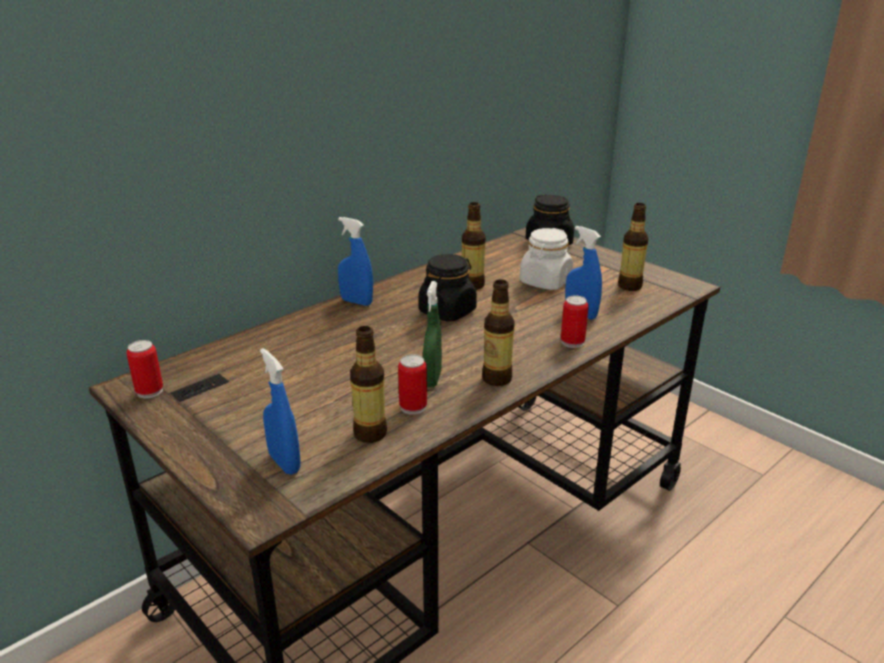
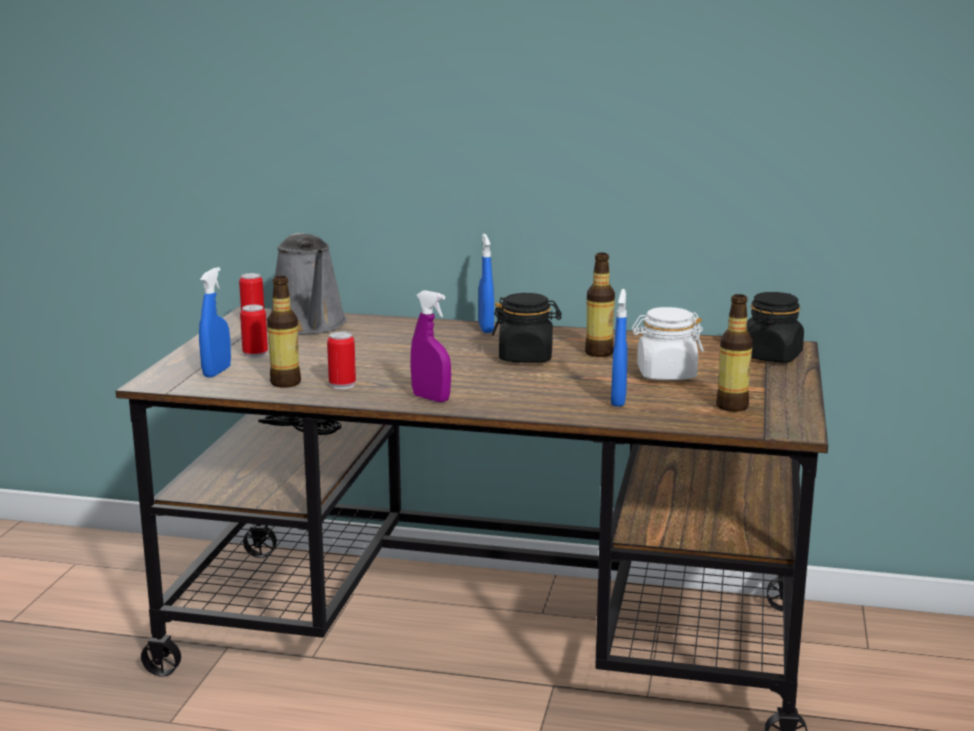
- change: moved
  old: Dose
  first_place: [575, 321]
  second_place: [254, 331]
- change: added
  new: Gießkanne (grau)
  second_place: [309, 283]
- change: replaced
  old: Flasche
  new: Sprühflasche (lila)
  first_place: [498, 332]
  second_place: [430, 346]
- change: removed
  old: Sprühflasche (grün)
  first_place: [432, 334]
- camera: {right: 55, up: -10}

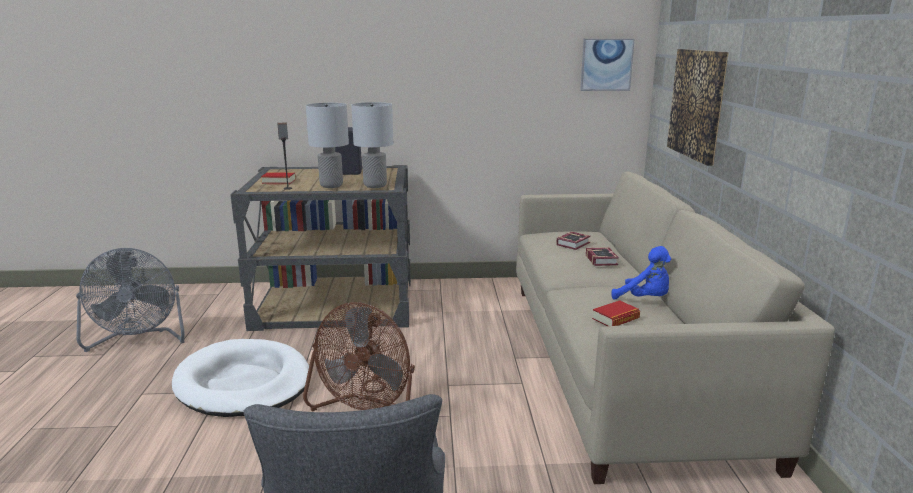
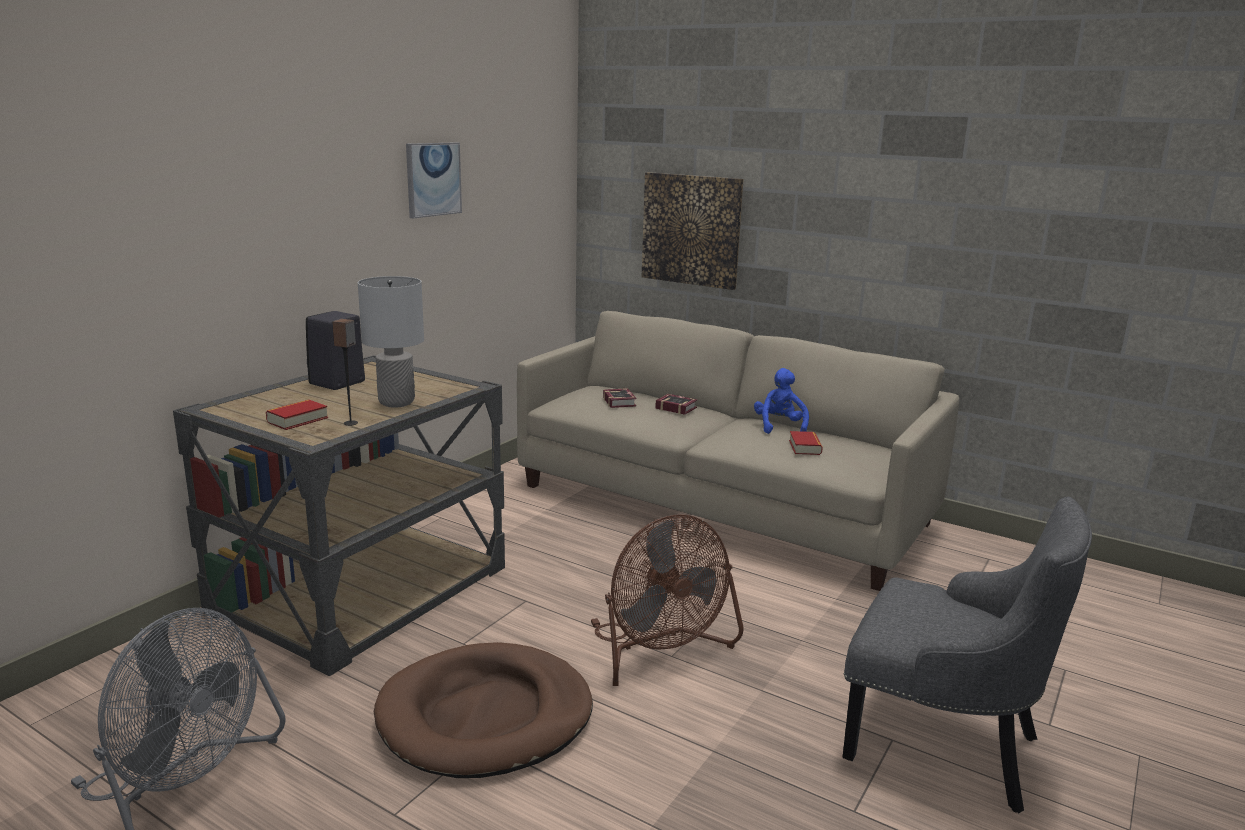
- change: recoloured
  old: Hundebett (weiß)
  new: Hundebett (braun)
  first_place: [240, 378]
  second_place: [483, 710]
- change: moved
  old: Bild
  first_place: [607, 65]
  second_place: [434, 180]
- change: turned
  old: Plüschtier (blau)
  first_place: [641, 272]
  second_place: [781, 401]
  degrees: -75
- change: removed
  old: Tischlampe (grau)
  first_place: [372, 145]
- camera: {right: -55, up: 0}

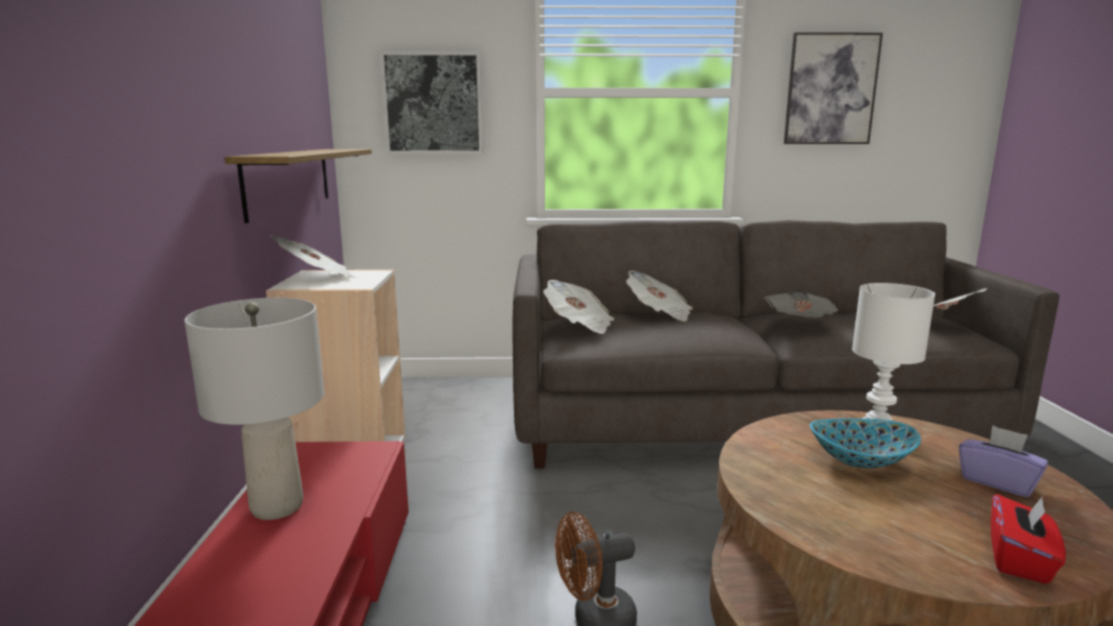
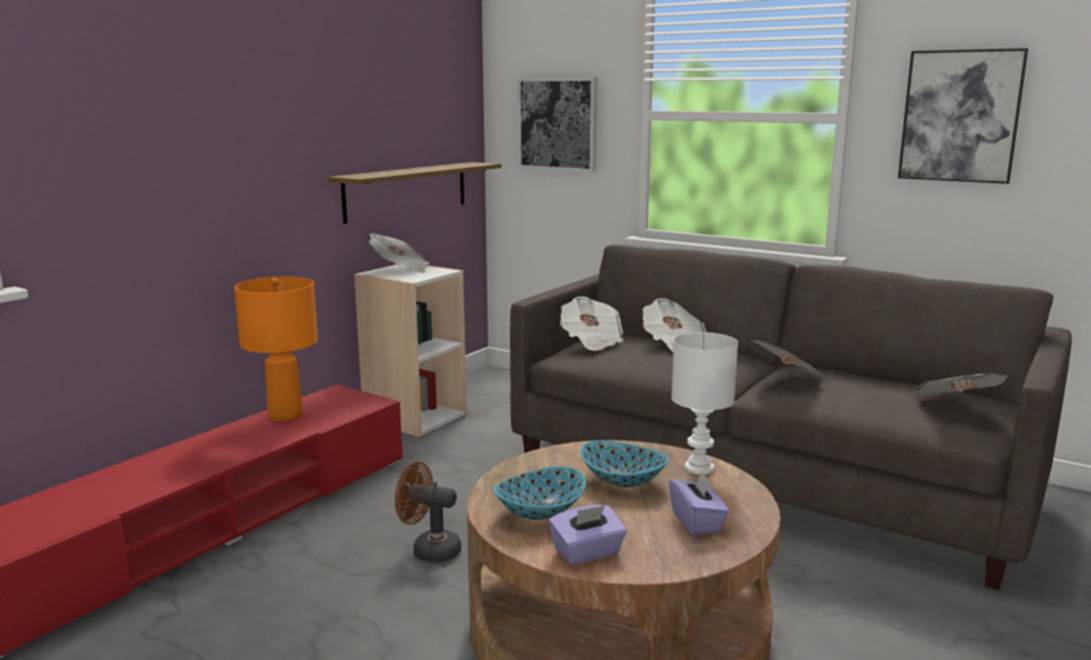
- change: recoloured
  old: Tischlampe (grau)
  new: Tischlampe (orange)
  first_place: [254, 409]
  second_place: [276, 348]
- change: added
  new: Schüssel
  second_place: [539, 493]
- change: recoloured
  old: Taschentuchbox (rot)
  new: Taschentuchbox (lila)
  first_place: [1028, 539]
  second_place: [588, 534]
- camera: {right: 35, up: 0}

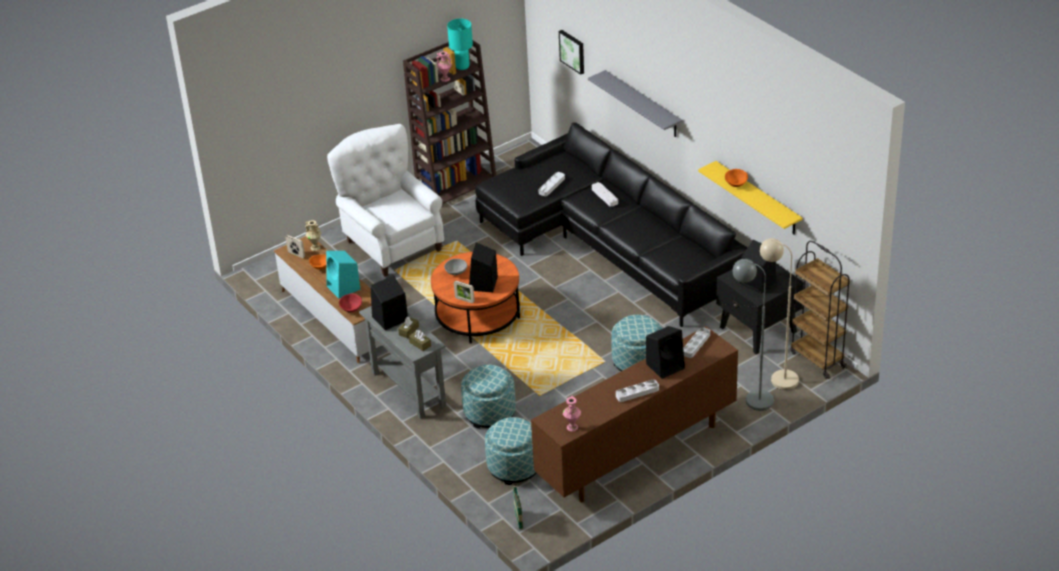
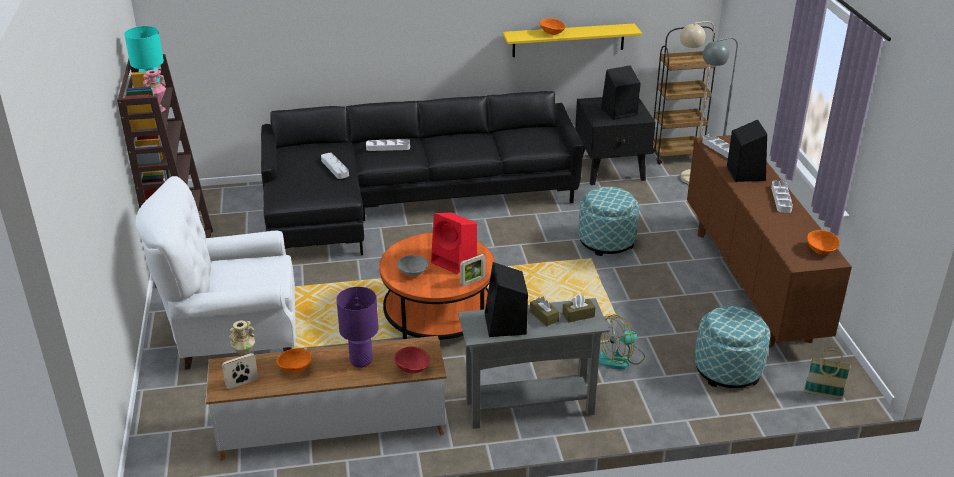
- change: replaced
  old: Lautsprecher (türkis)
  new: Tischlampe (lila)
  first_place: [343, 275]
  second_place: [357, 327]
- change: recoloured
  old: Lautsprecher (schwarz)
  new: Lautsprecher (rot)
  first_place: [483, 267]
  second_place: [454, 243]
- change: replaced
  old: Polsterhocker
  new: Ventilator
  first_place: [488, 397]
  second_place: [622, 341]
- change: replaced
  old: Vase (rosa)
  new: Schüssel (orange)
  first_place: [572, 414]
  second_place: [823, 242]
- change: removed
  old: Bild
  first_place: [571, 52]
- change: removed
  old: Wandregal (grau)
  first_place: [635, 103]
- camera: {right: -65, up: -5}

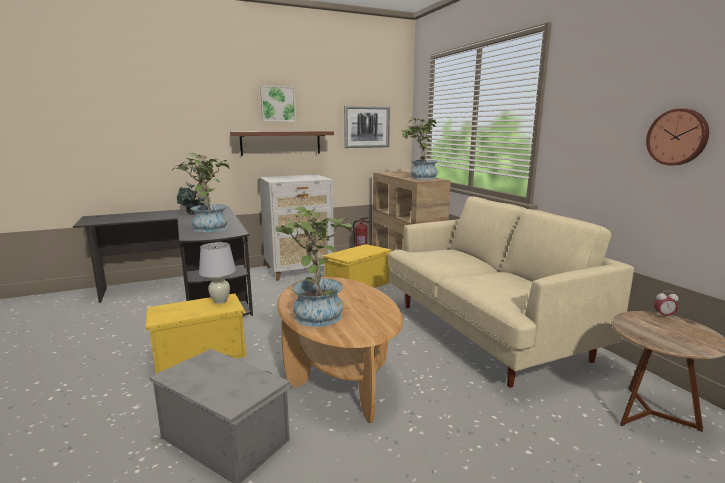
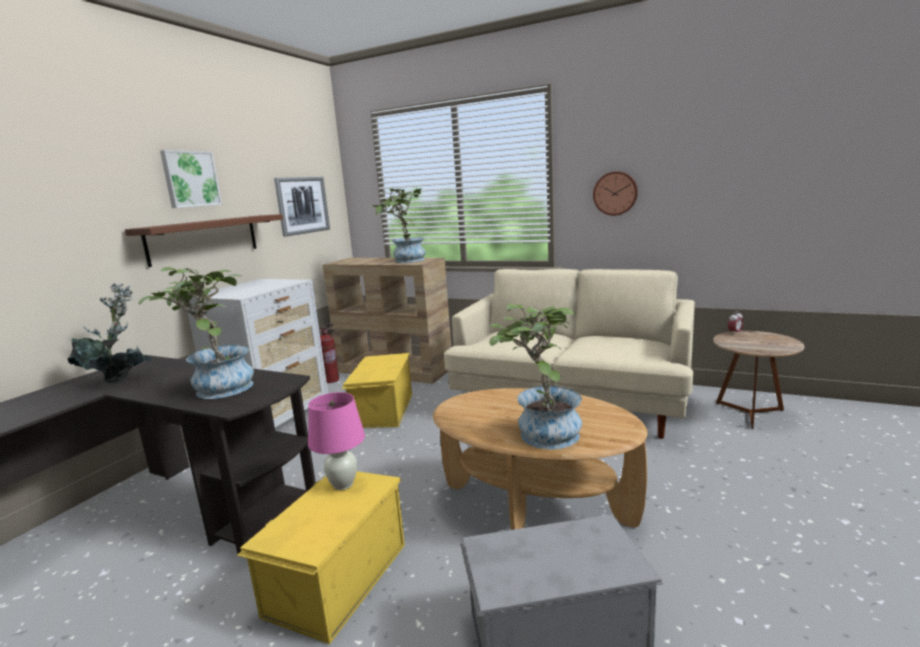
- change: recoloured
  old: Tischlampe (weiß)
  new: Tischlampe (rosa)
  first_place: [217, 273]
  second_place: [336, 441]
- change: moved
  old: Wanduhr
  first_place: [677, 136]
  second_place: [615, 193]
- camera: {right: -40, up: 0}

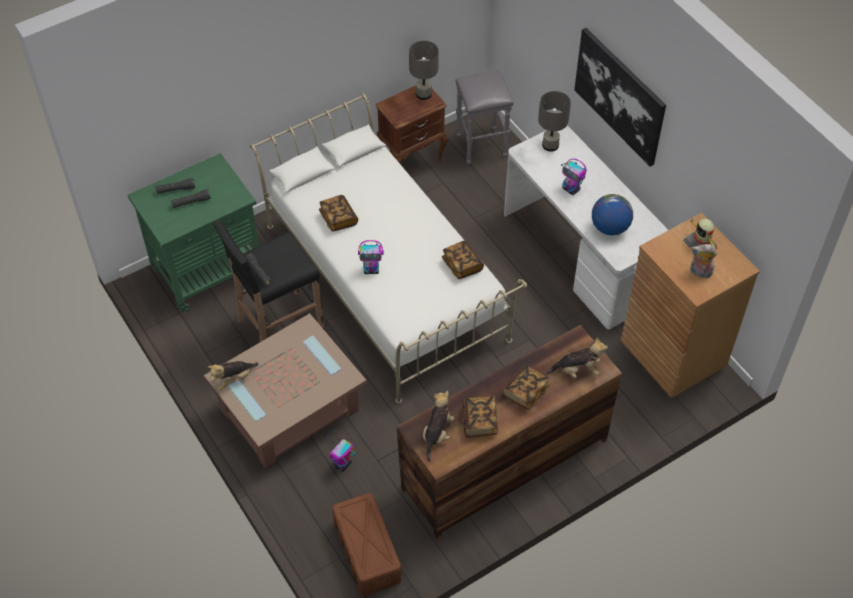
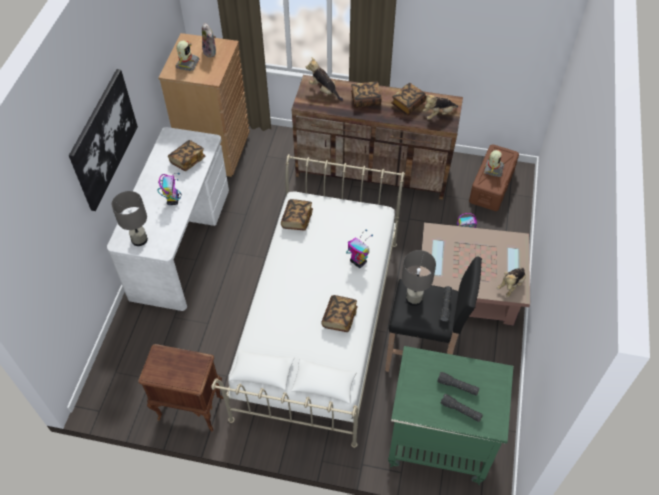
- change: replaced
  old: Globus
  new: Buch
  first_place: [612, 215]
  second_place: [187, 155]
- change: moved
  old: Tischlampe (grau)
  first_place: [424, 70]
  second_place: [419, 278]
- change: added
  new: Spielzeugroboter
  second_place: [494, 163]
- change: turned
  old: Plüschtier
  first_place: [233, 376]
  second_place: [511, 282]
  degrees: 120
- change: removed
  old: Hocker (grau)
  first_place: [484, 117]
- camera: {right: -135, up: 0}

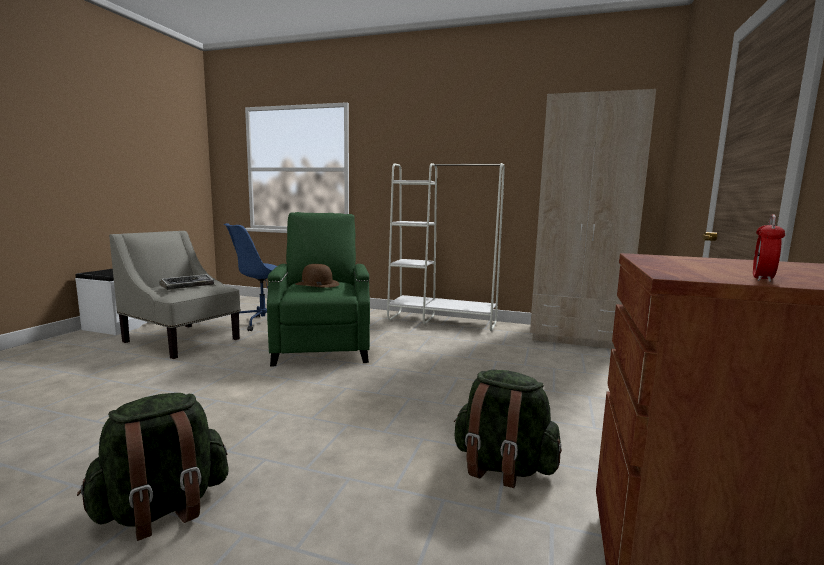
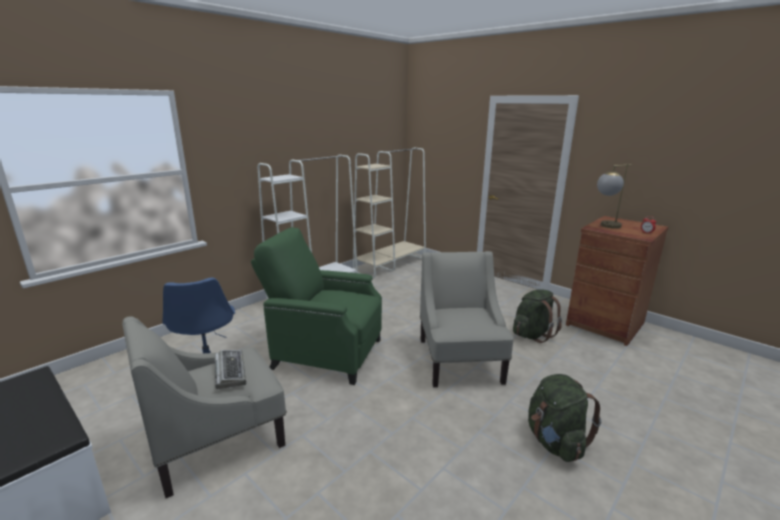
- change: replaced
  old: Kleiderschrank (beige)
  new: Kleiderständer (beige)
  first_place: [593, 219]
  second_place: [389, 212]
- change: added
  new: Sessel (grau)
  second_place: [466, 319]
- change: added
  new: Tischlampe
  second_place: [614, 196]
- change: removed
  old: Hut (braun)
  first_place: [317, 276]
- camera: {right: -65, up: 10}

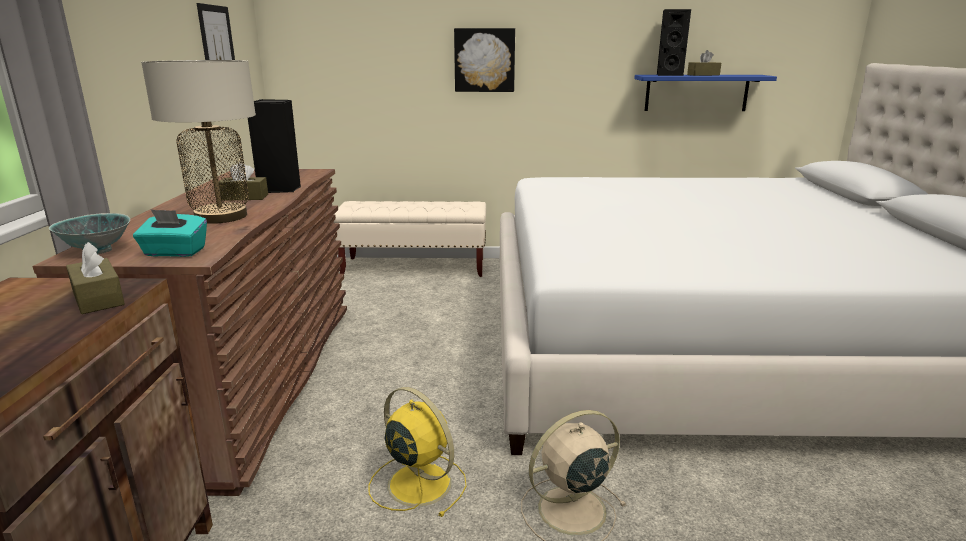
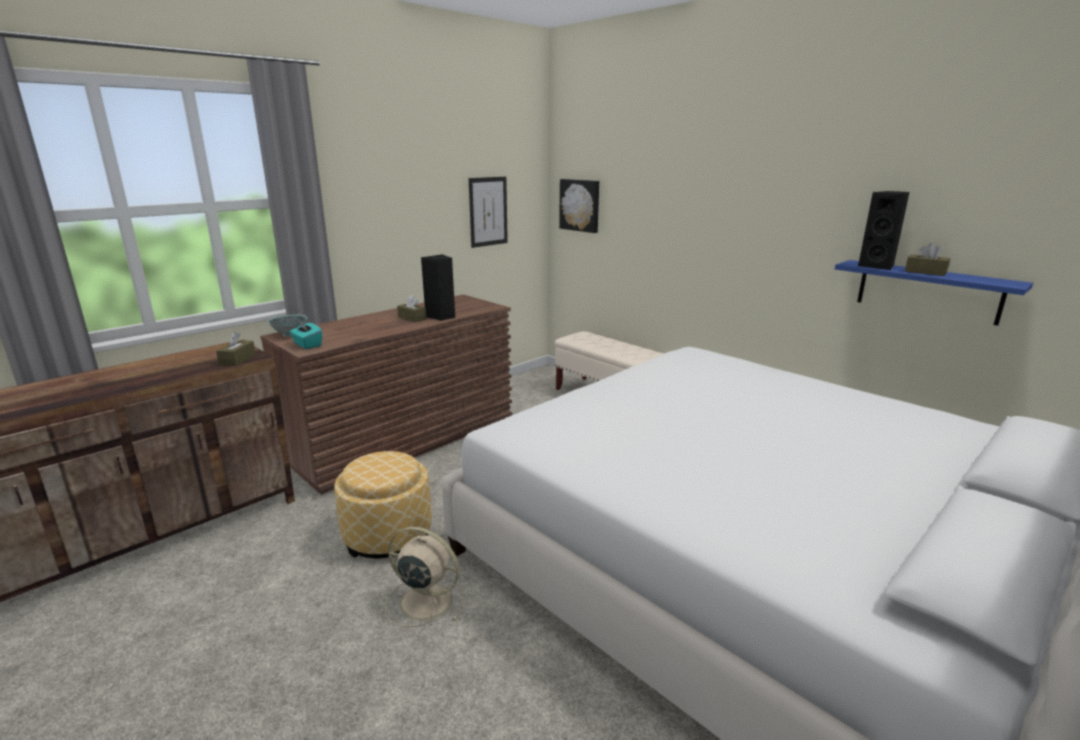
- change: replaced
  old: Ventilator (gelb)
  new: Polsterhocker
  first_place: [417, 452]
  second_place: [383, 504]
- change: moved
  old: Bild
  first_place: [484, 60]
  second_place: [579, 206]
- change: removed
  old: Tischlampe
  first_place: [198, 142]
- camera: {right: 45, up: 0}

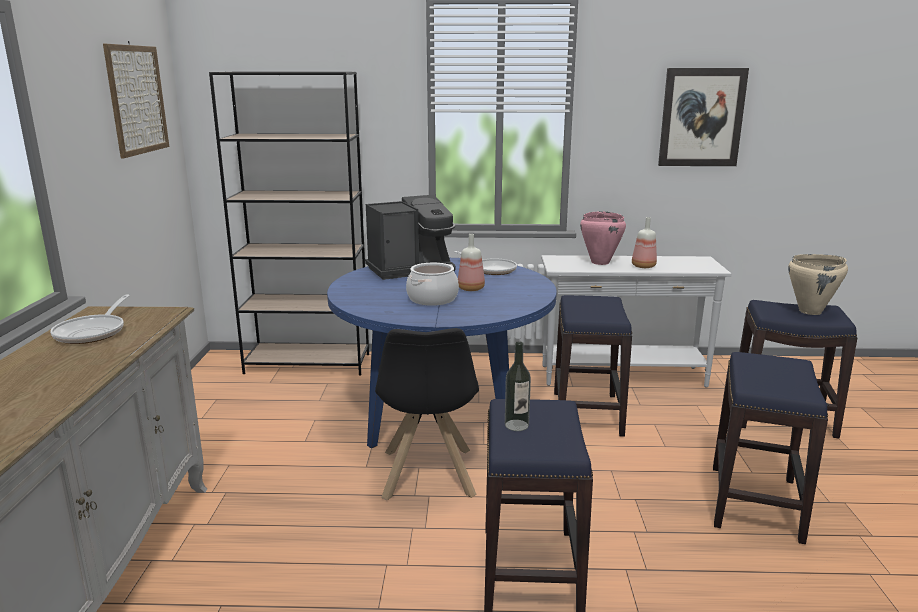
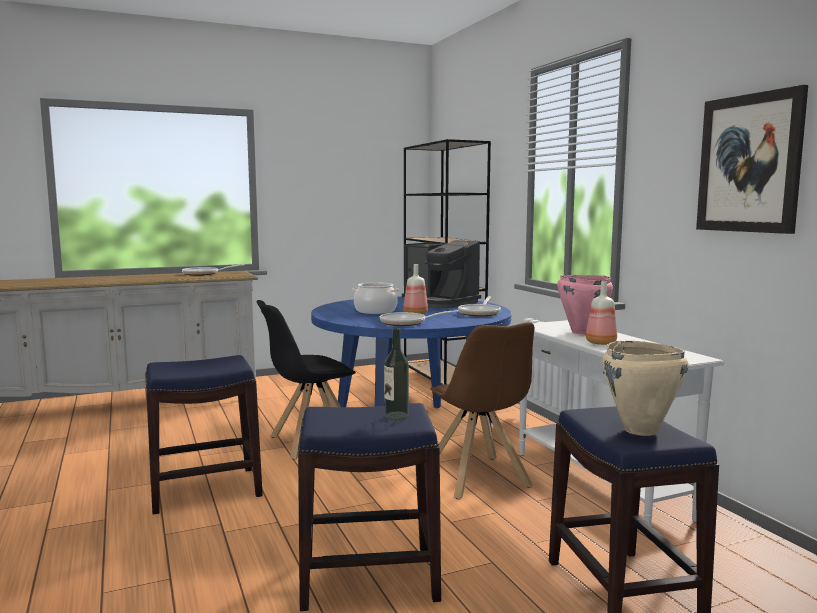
- change: added
  new: Pfanne
  second_place: [419, 318]
- change: moved
  old: Flasche
  first_place: [518, 386]
  second_place: [396, 374]
- change: replaced
  old: Hocker
  new: Stuhl (braun)
  first_place: [593, 366]
  second_place: [482, 410]
- change: removed
  old: Bild
  first_place: [136, 99]
- camera: {right: 65, up: -10}

